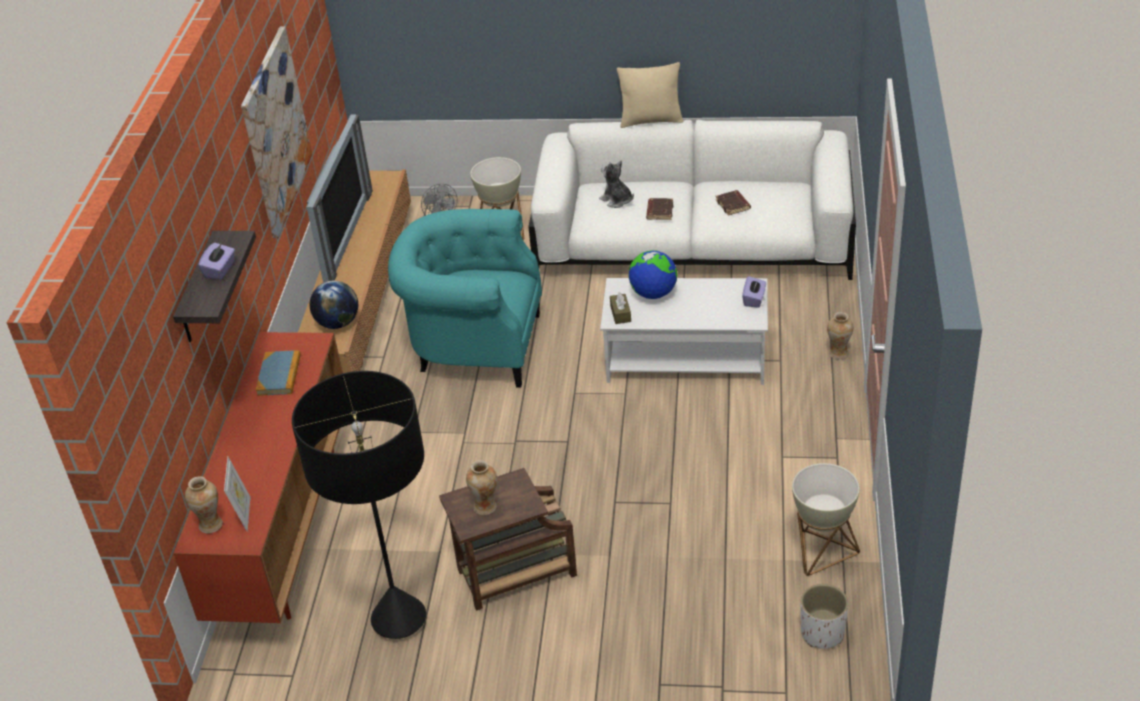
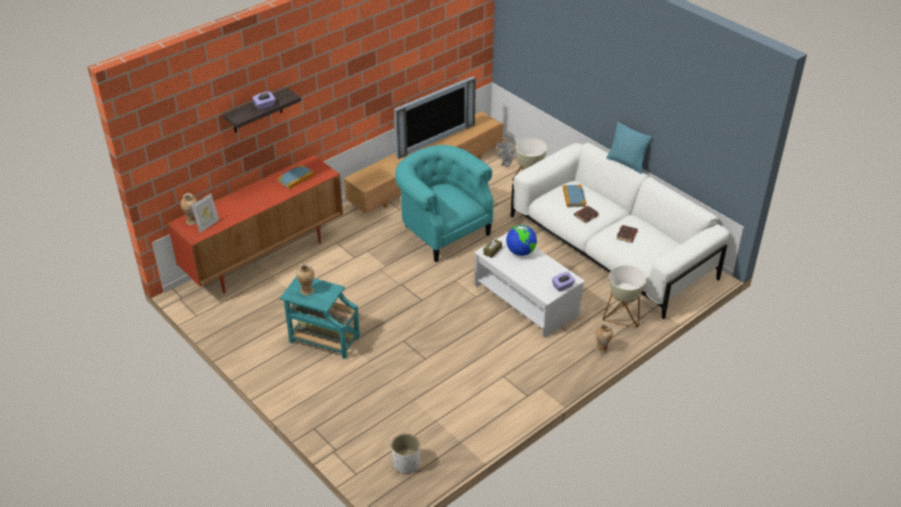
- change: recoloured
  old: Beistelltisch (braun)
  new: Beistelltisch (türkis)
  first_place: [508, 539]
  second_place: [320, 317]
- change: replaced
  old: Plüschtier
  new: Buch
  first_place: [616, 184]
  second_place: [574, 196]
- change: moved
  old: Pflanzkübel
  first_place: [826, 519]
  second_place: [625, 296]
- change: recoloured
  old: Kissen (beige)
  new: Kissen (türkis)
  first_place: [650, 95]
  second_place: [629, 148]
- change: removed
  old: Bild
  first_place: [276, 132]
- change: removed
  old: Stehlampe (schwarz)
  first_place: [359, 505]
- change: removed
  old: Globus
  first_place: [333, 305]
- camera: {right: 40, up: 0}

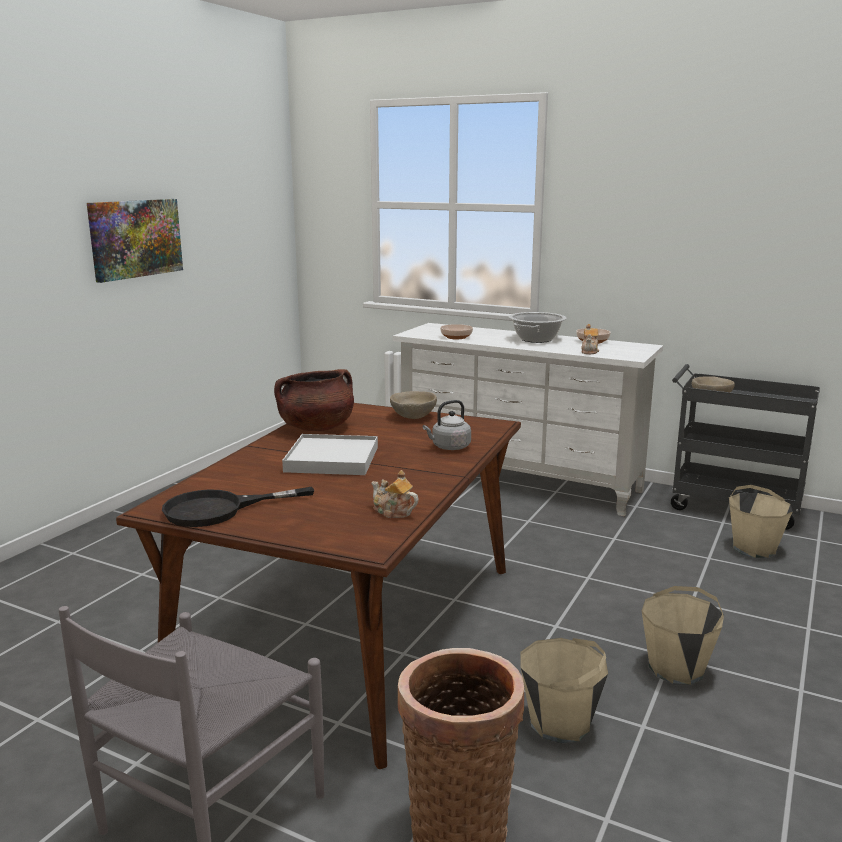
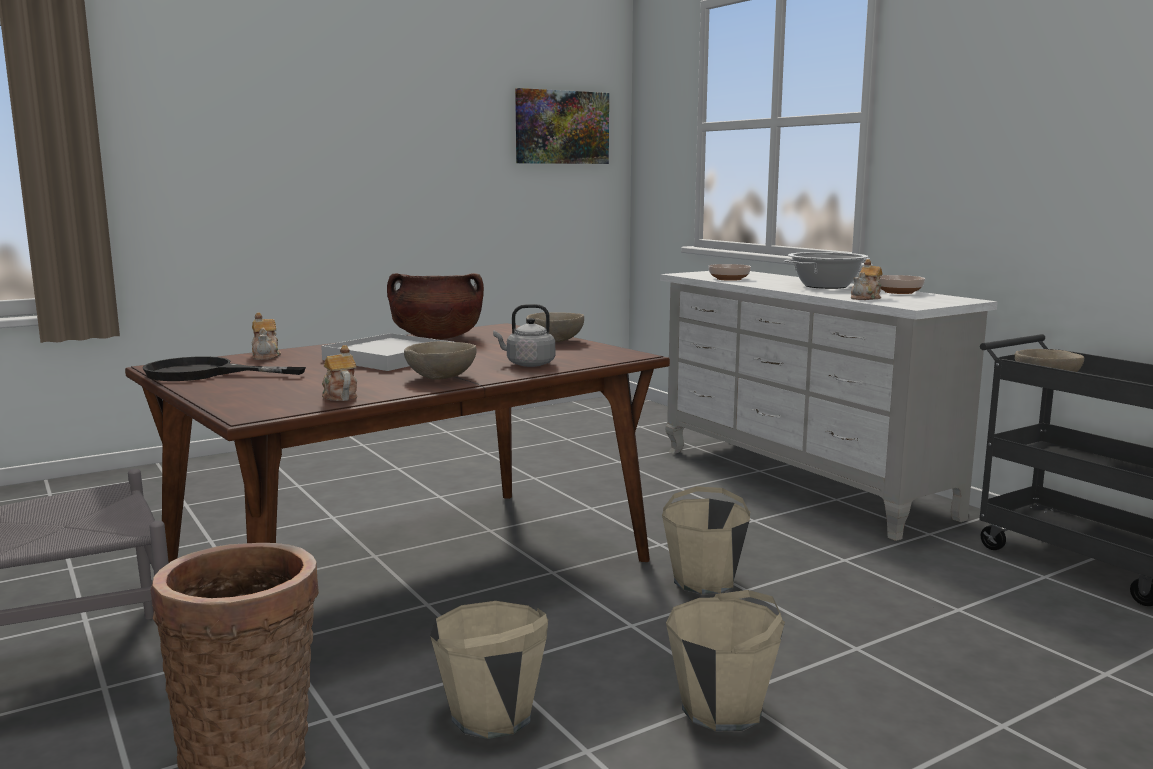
- change: added
  new: Teekanne
  second_place: [266, 336]
- change: added
  new: Schüssel (beige)
  second_place: [440, 360]
- change: moved
  old: Bild
  first_place: [135, 241]
  second_place: [562, 126]
- change: moved
  old: Eimer (beige)
  first_place: [761, 521]
  second_place: [706, 540]
- camera: {right: 30, up: -5}

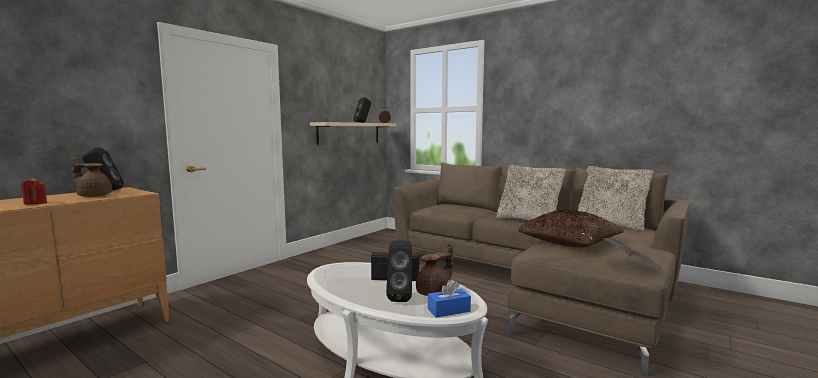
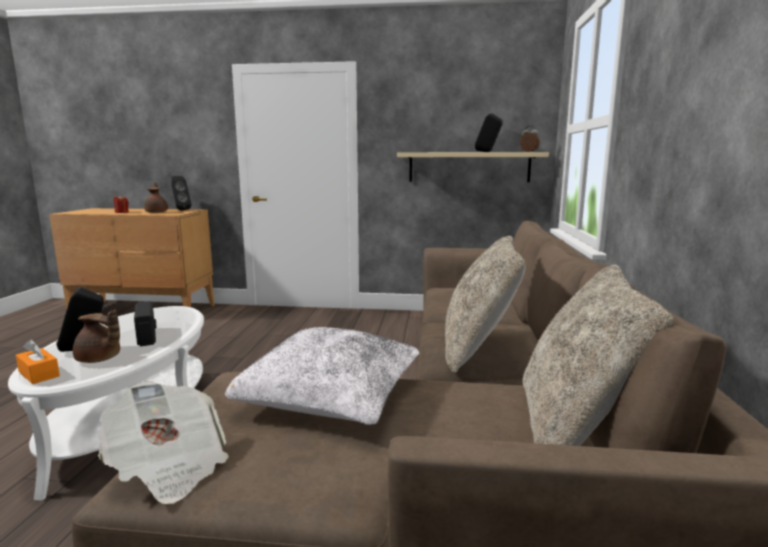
- change: recoloured
  old: Taschentuchbox (blau)
  new: Taschentuchbox (orange)
  first_place: [449, 299]
  second_place: [38, 361]
- change: recoloured
  old: Kissen (braun)
  new: Kissen (weiß)
  first_place: [571, 228]
  second_place: [322, 376]
- camera: {right: 60, up: 5}

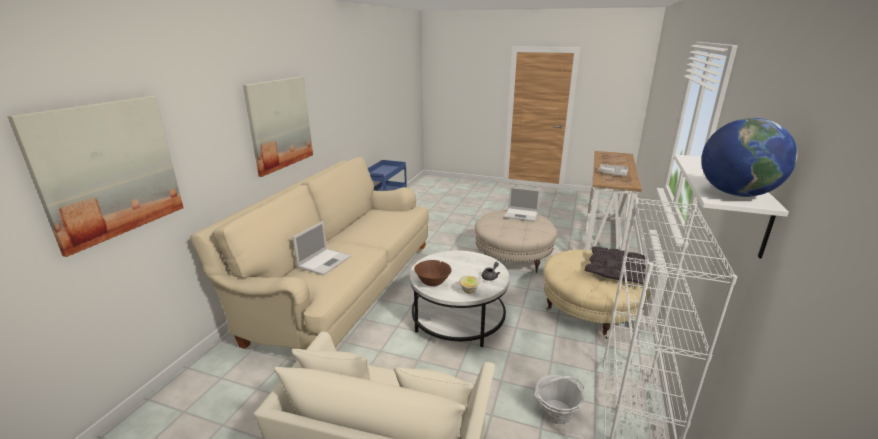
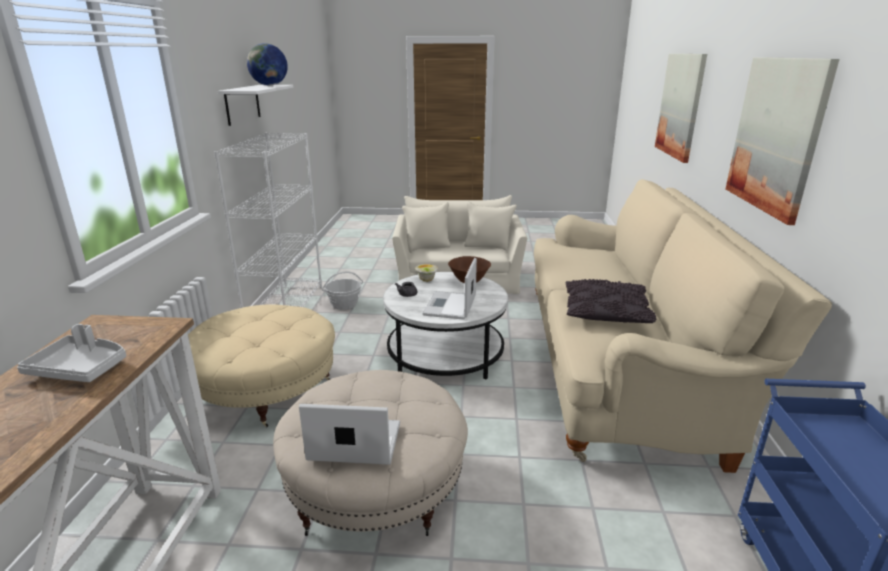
- change: moved
  old: Laptop
  first_place: [321, 248]
  second_place: [450, 289]
- change: moved
  old: Kissen (schwarz)
  first_place: [615, 265]
  second_place: [611, 301]
- camera: {right: 165, up: 0}

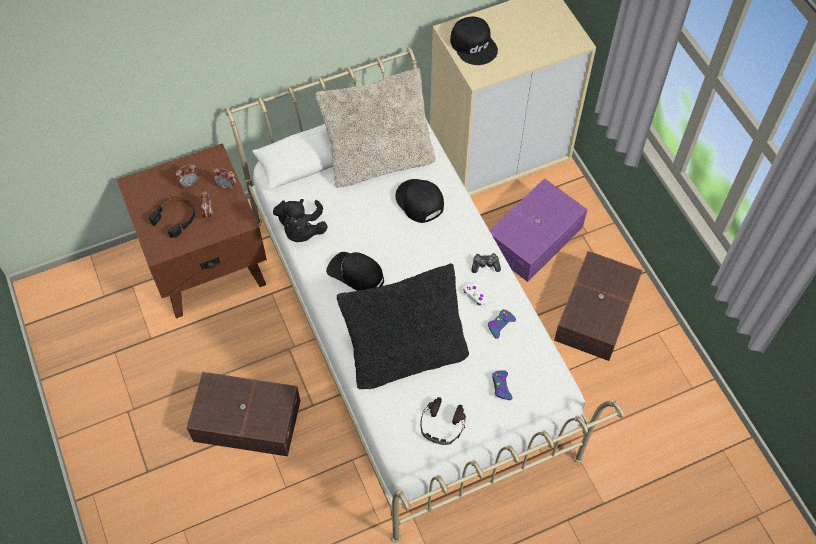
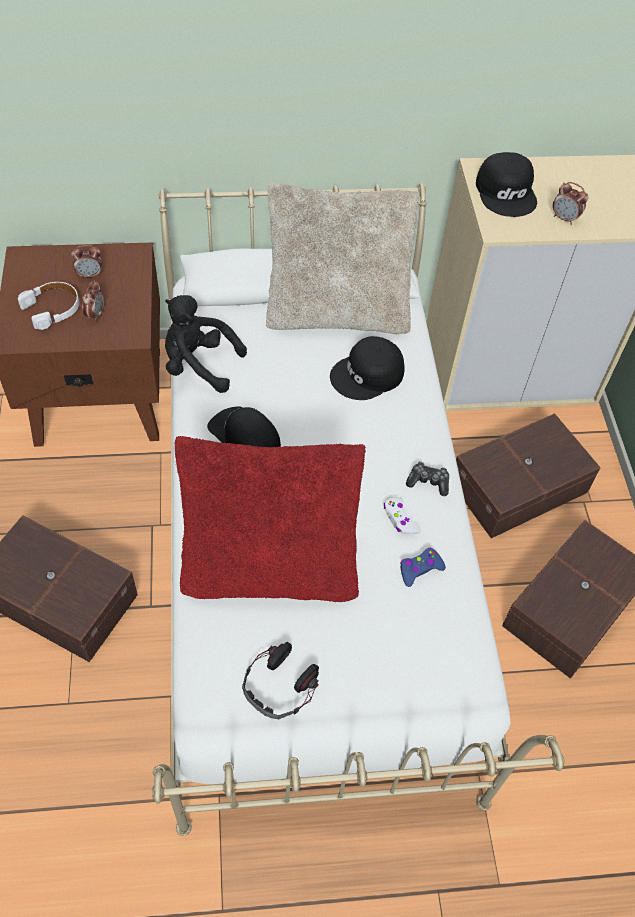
- change: recoloured
  old: Kopfhörer (schwarz)
  new: Kopfhörer (weiß)
  first_place: [172, 217]
  second_place: [48, 306]
- change: turned
  old: Plüschtier (schwarz)
  first_place: [300, 220]
  second_place: [206, 344]
  degrees: 90
- change: recoloured
  old: Kissen (schwarz)
  new: Kissen (rot)
  first_place: [402, 326]
  second_place: [270, 519]
- change: turned
  old: Kappe (schwarz)
  first_place: [420, 201]
  second_place: [367, 368]
  degrees: -105
- change: recoloured
  old: Aufbewahrungsbox (lila)
  new: Aufbewahrungsbox (braun)
  first_place: [538, 230]
  second_place: [528, 475]
- change: moved
  old: Wecker
  first_place: [225, 179]
  second_place: [570, 203]
- change: removed
  old: Gamepad (blau)
  first_place: [502, 385]
- camera: {right: 15, up: -5}

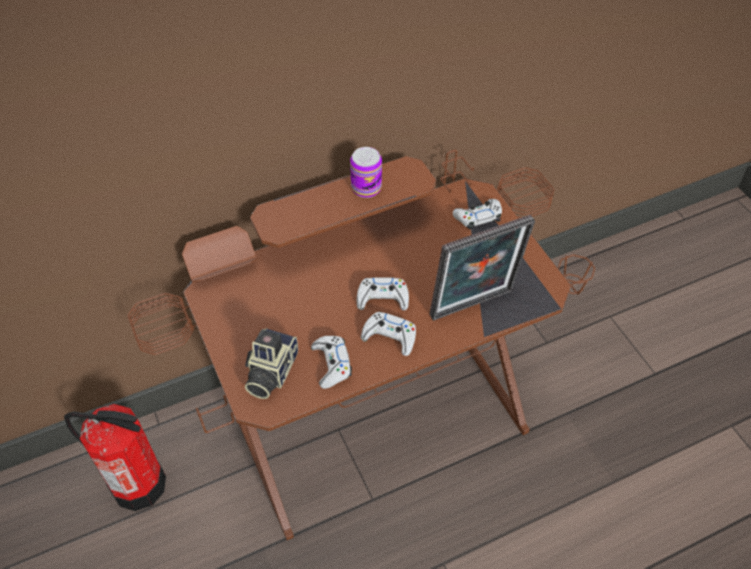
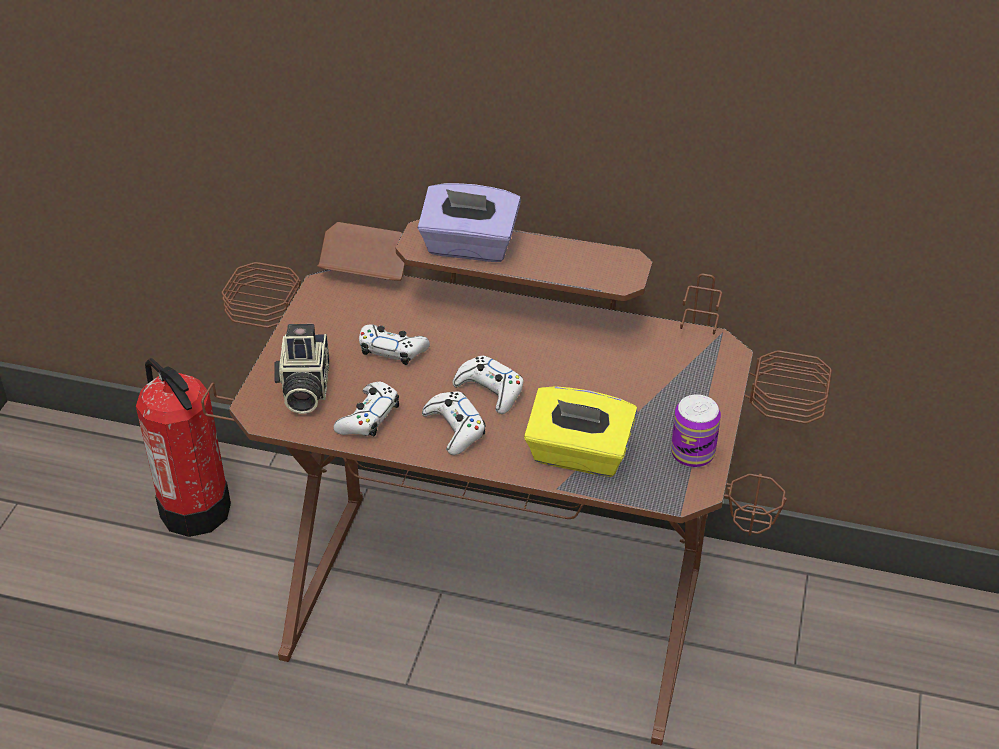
- change: turned
  old: Kamera
  first_place: [271, 363]
  second_place: [301, 369]
  degrees: -60
- change: moved
  old: Gamepad (weiß)
  first_place: [477, 214]
  second_place: [394, 344]
- change: added
  new: Taschentuchbox (lila)
  second_place: [469, 222]
- change: replaced
  old: Bilderrahmen
  new: Taschentuchbox (gelb)
  first_place: [482, 268]
  second_place: [580, 431]
- change: moved
  old: Dose
  first_place: [366, 172]
  second_place: [696, 431]
- camera: {right: 40, up: -10}

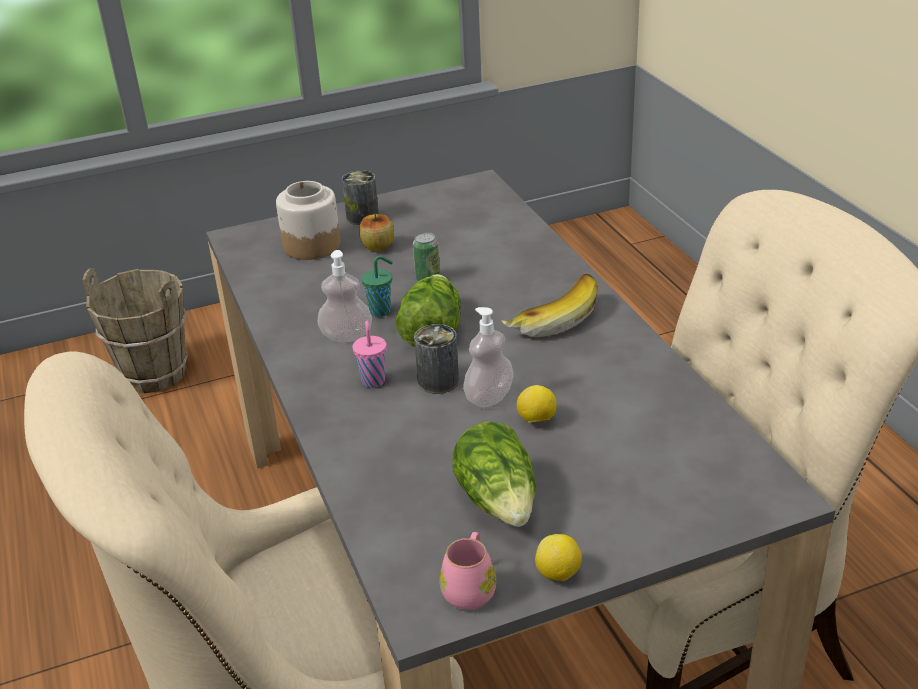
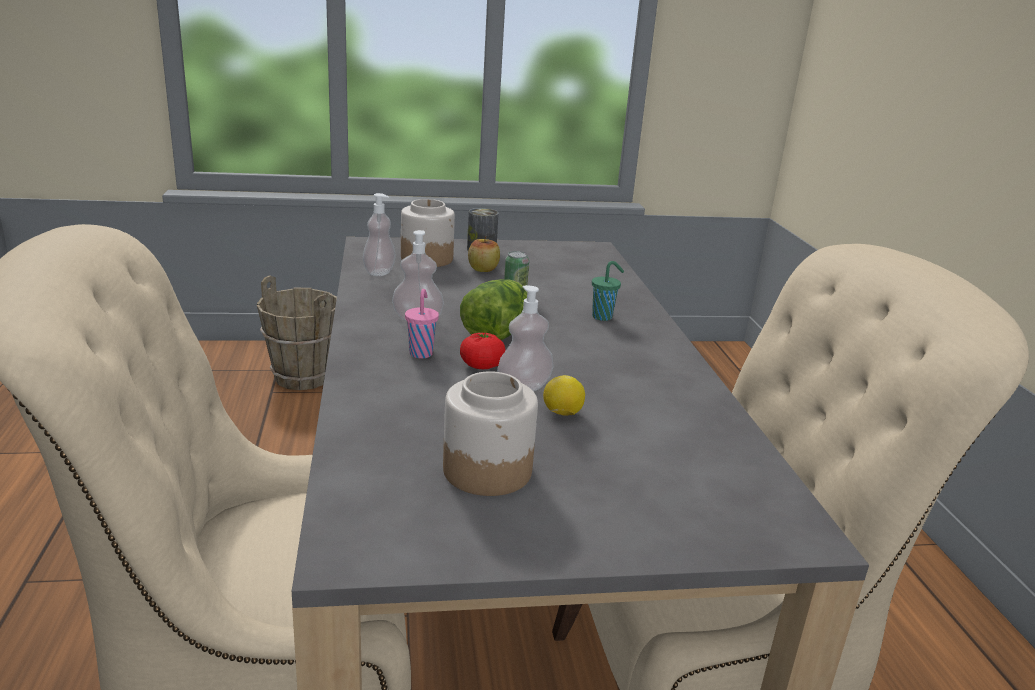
- change: added
  new: Seifenspender
  second_place: [379, 234]
- change: replaced
  old: Salatkopf
  new: Vorratsglas
  first_place: [494, 474]
  second_place: [490, 433]
- change: replaced
  old: Dose
  new: Tomate
  first_place: [436, 359]
  second_place: [483, 351]
- change: moved
  old: Tasse (grün)
  first_place: [377, 286]
  second_place: [608, 291]
- change: removed
  old: Henkelbecher (rosa)
  first_place: [468, 571]
- change: removed
  old: Banane
  first_place: [549, 305]
- change: removed
  old: Zitrone
  first_place: [558, 557]
- camera: {right: 10, up: -10}

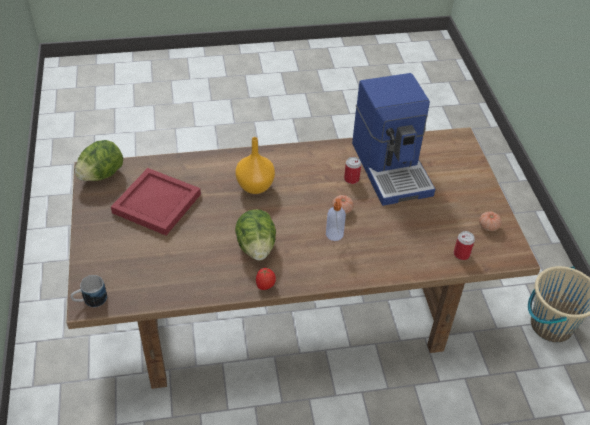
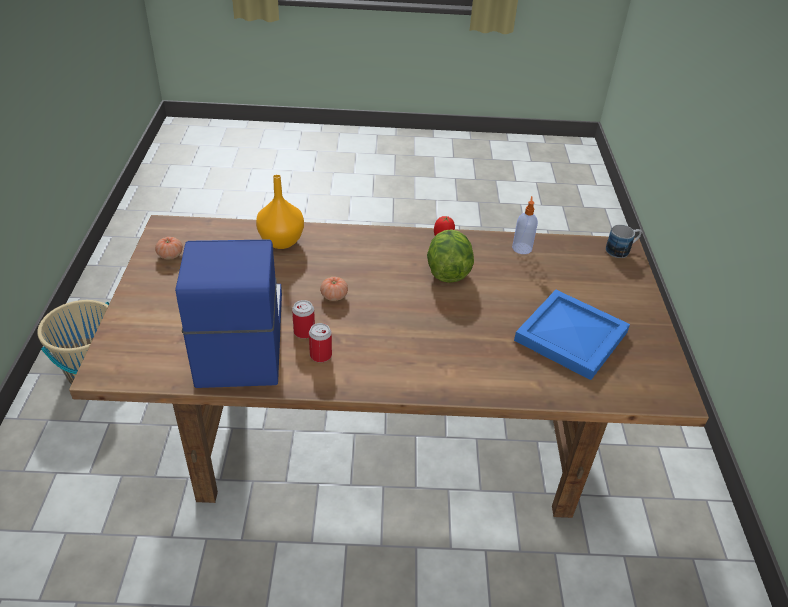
- change: moved
  old: Vase (orange)
  first_place: [255, 165]
  second_place: [280, 211]
- change: moved
  old: Dose
  first_place: [464, 245]
  second_place: [320, 342]
- change: moved
  old: Seifenspender
  first_place: [336, 220]
  second_place: [525, 225]
- change: recoloured
  old: Tablett (rot)
  new: Tablett (blau)
  first_place: [156, 202]
  second_place: [572, 335]
- change: removed
  old: Salatkopf
  first_place: [98, 160]
- camera: {right: -170, up: -5}

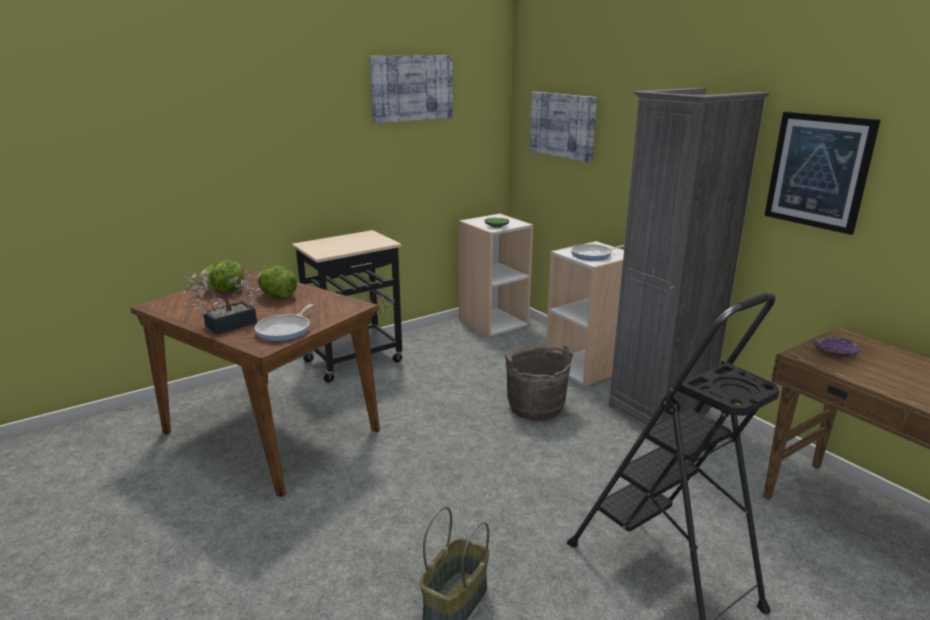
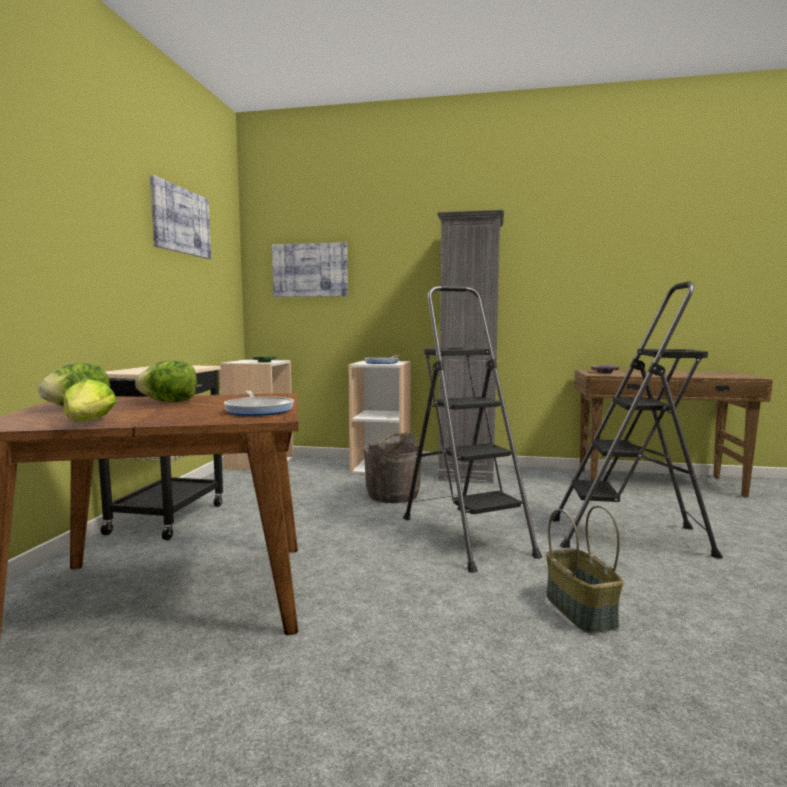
- change: added
  new: Salatkopf
  second_place: [90, 400]
- change: added
  new: Trittleiter
  second_place: [472, 429]
- change: removed
  old: Topfpflanze
  first_place: [221, 303]
- change: removed
  old: Bild
  first_place: [822, 173]
- camera: {right: -45, up: -15}

